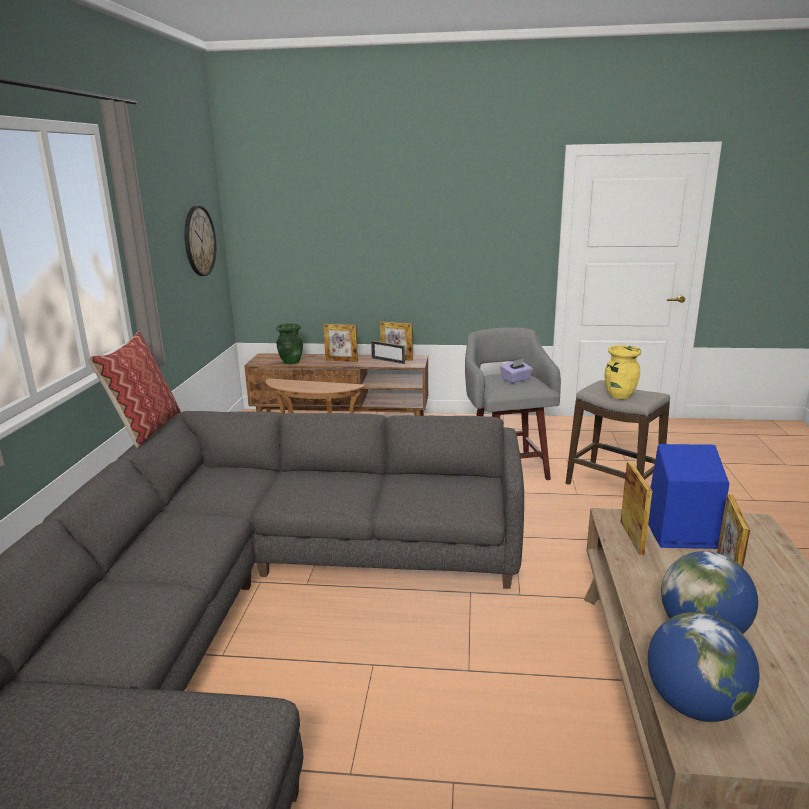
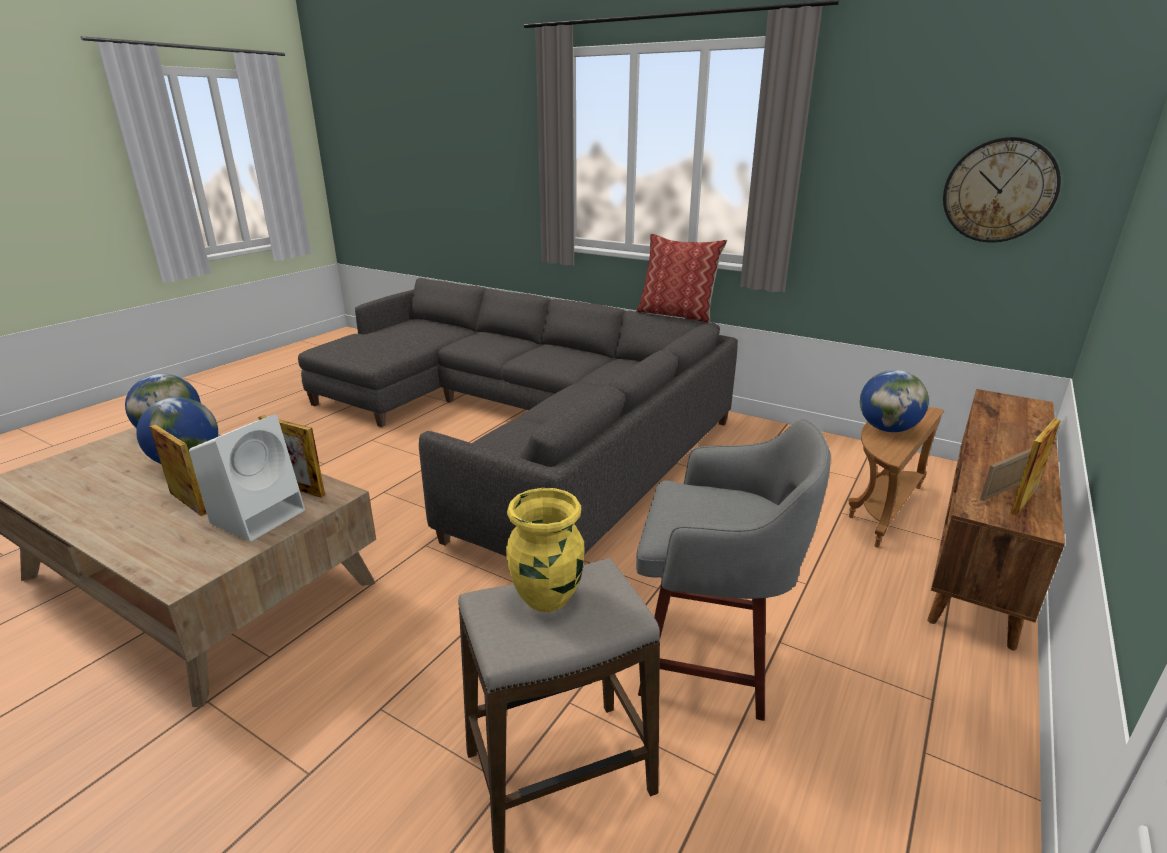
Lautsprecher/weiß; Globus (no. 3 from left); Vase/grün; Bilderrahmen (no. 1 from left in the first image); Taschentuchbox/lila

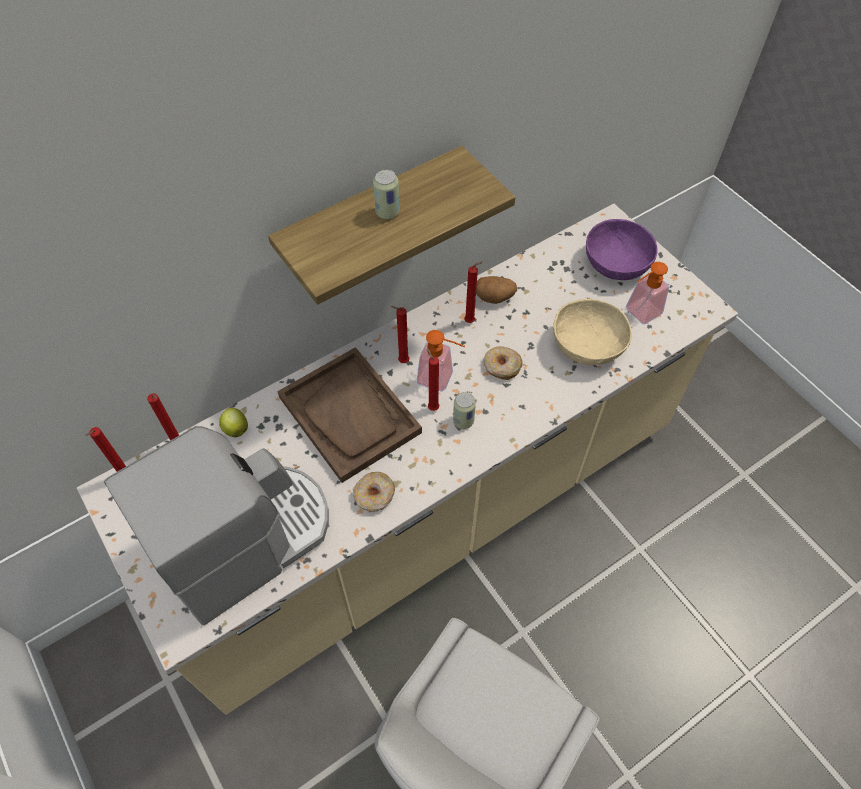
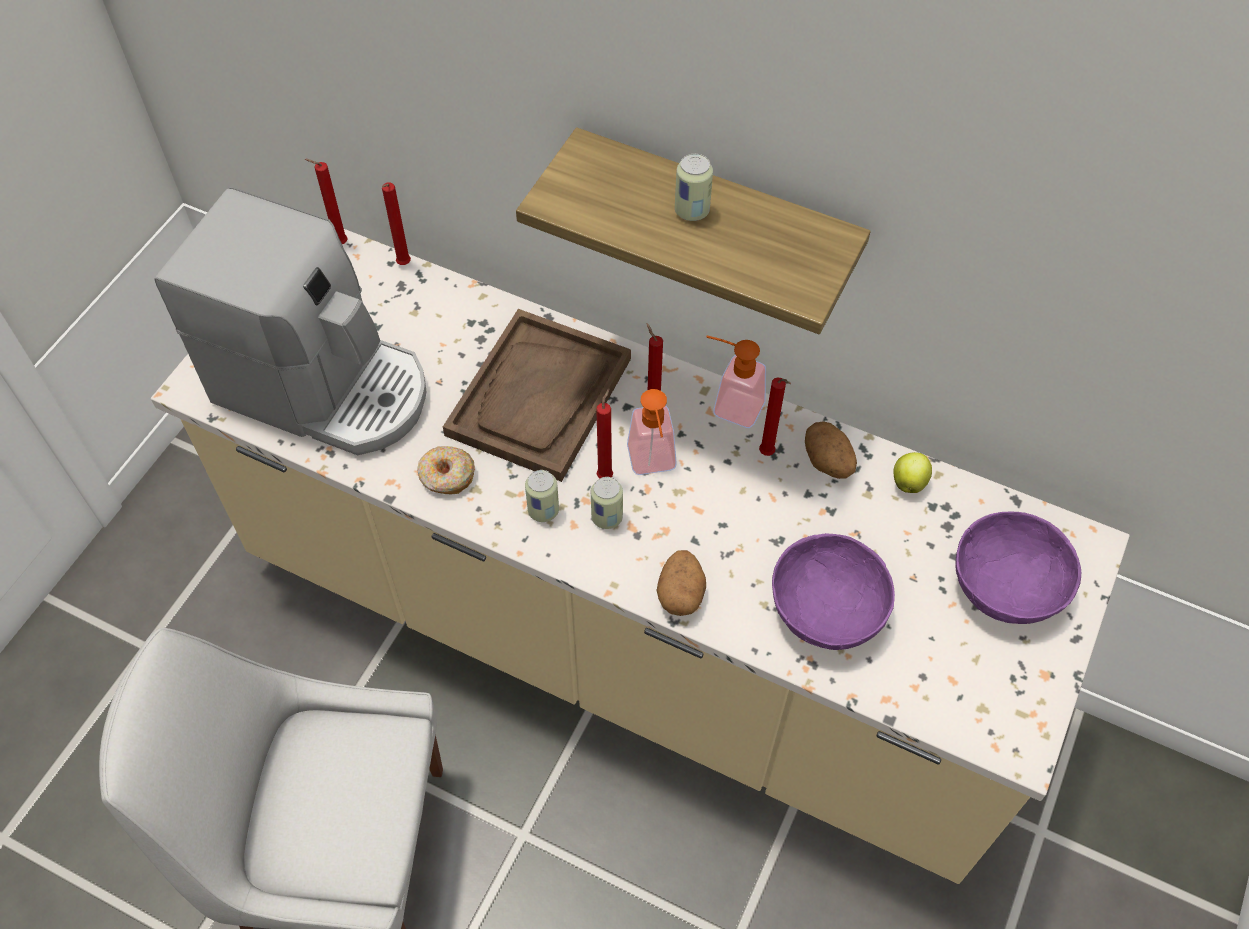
Dose (no. 1 from left); Kartoffel (no. 1 from left); Seifenspender (no. 2 from left); Schüssel/lila (no. 1 from left); Apfel; Donut (no. 2 from left in the first image)

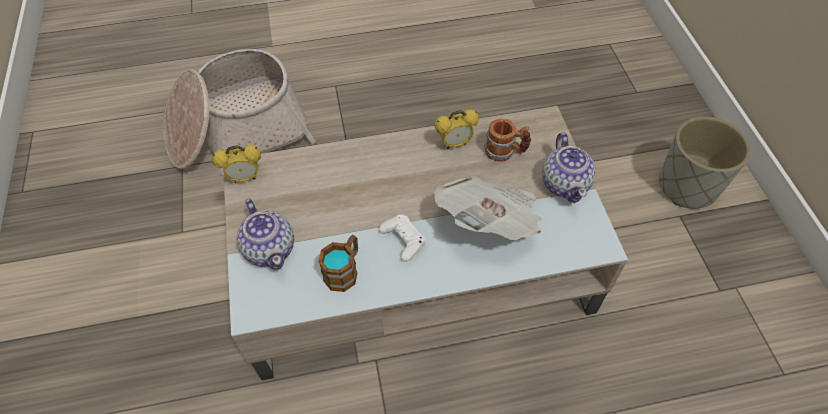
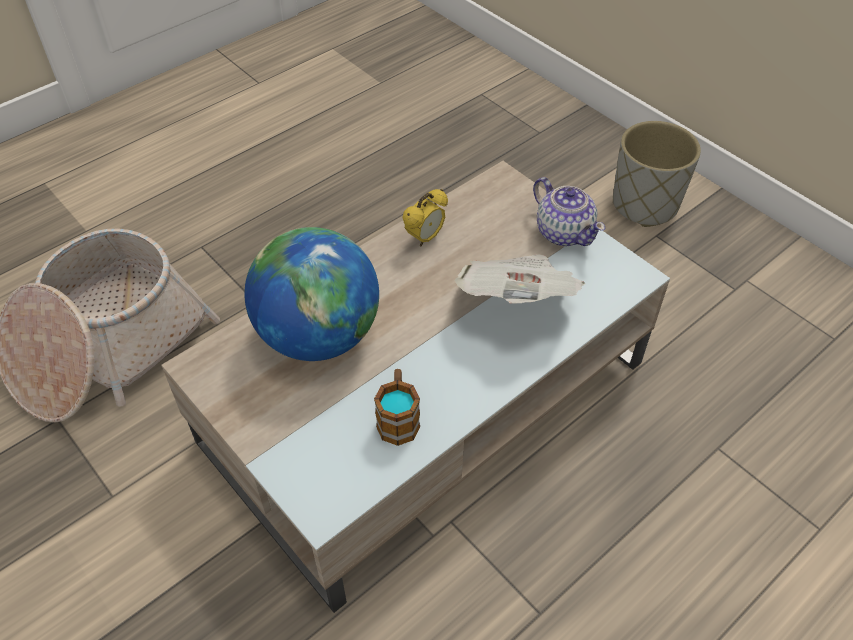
Globus; Wecker (no. 1 from left in the first image); Teekanne (no. 1 from left in the first image); Gamepad/weiß; Henkelbecher (no. 2 from left in the first image)

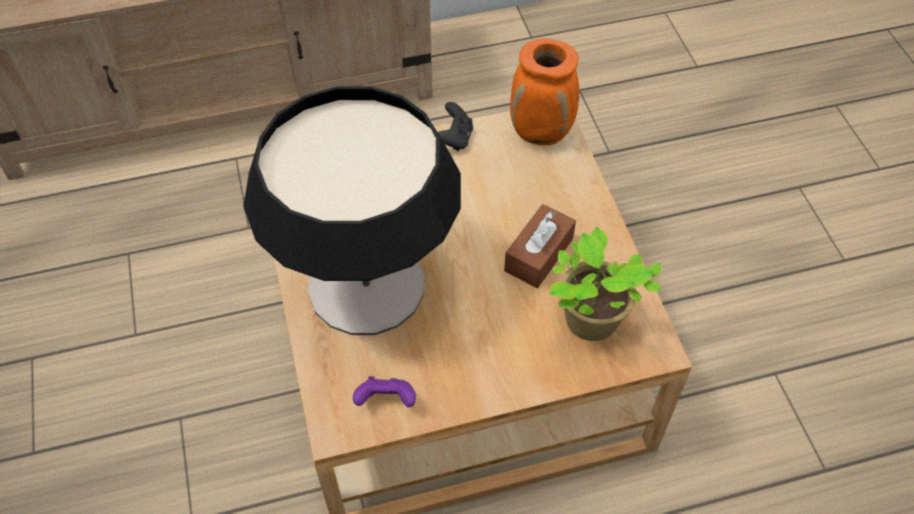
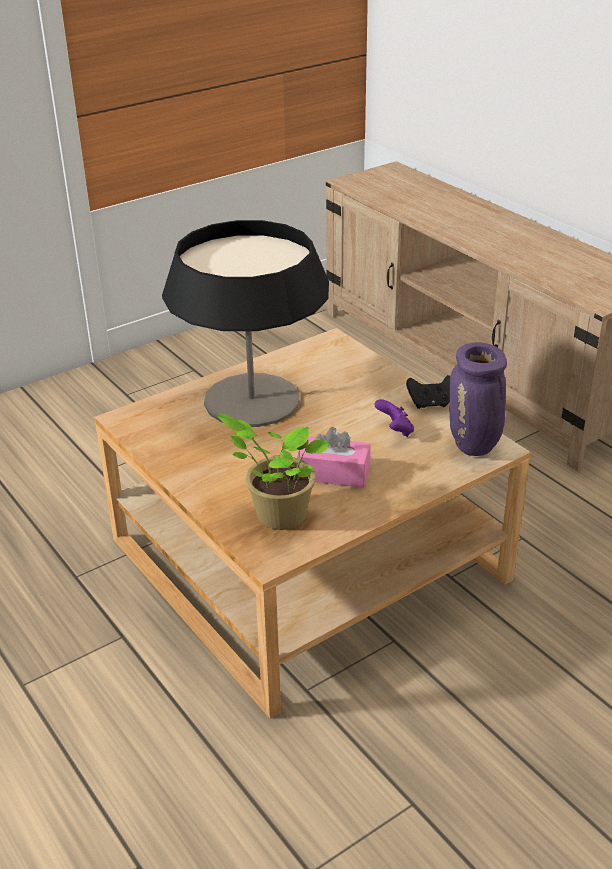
Taschentuchbox/rosa; Gamepad/lila; Vase/lila

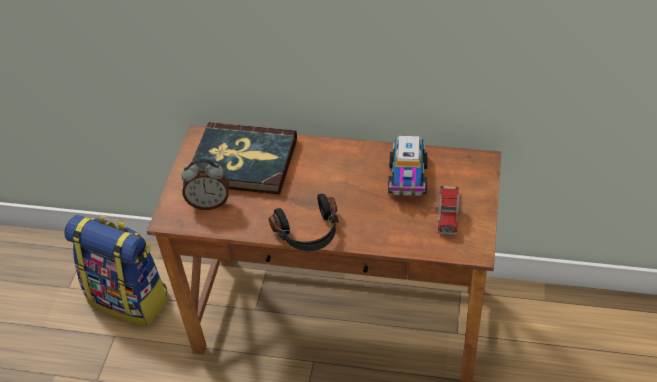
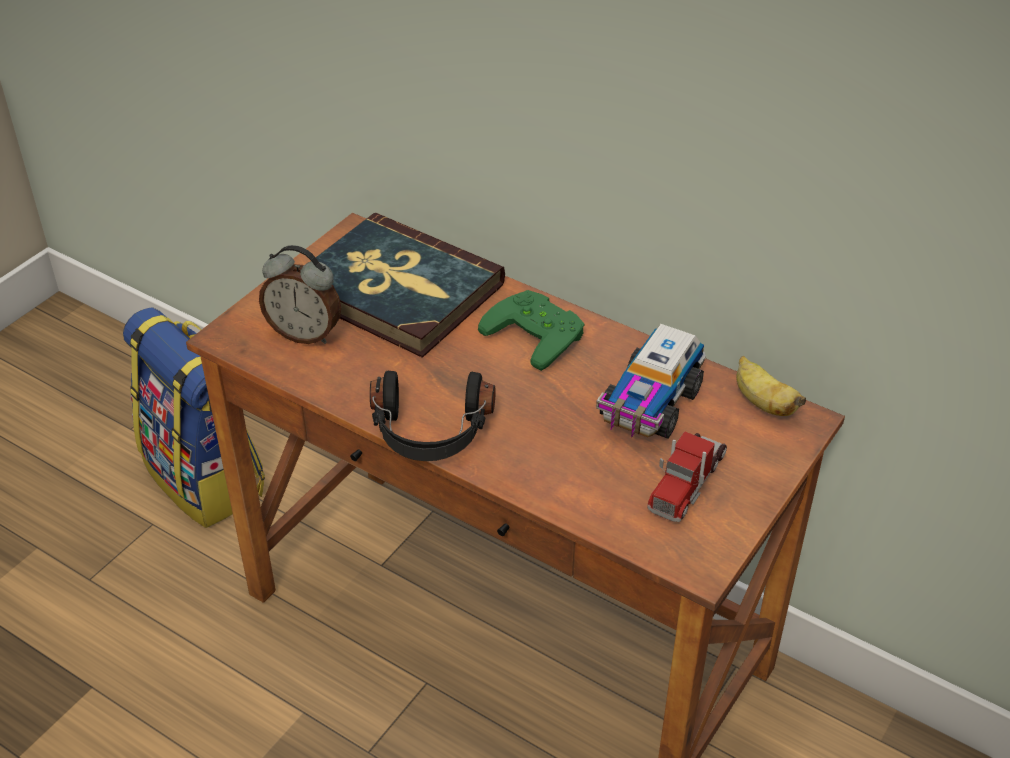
Gamepad/grün; Banane

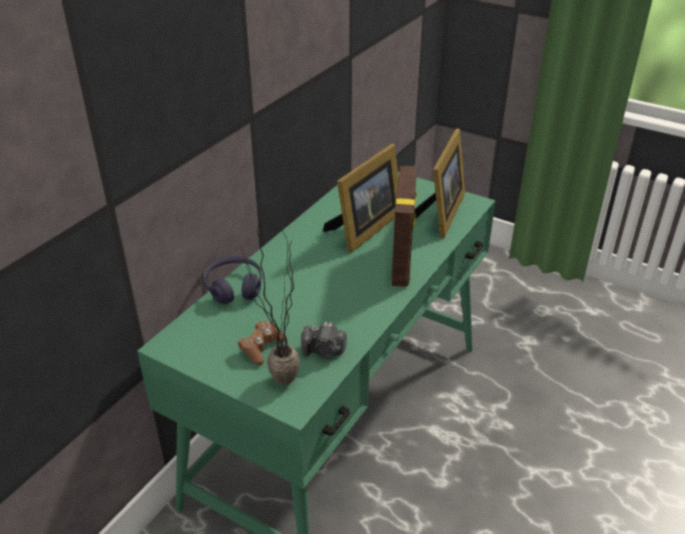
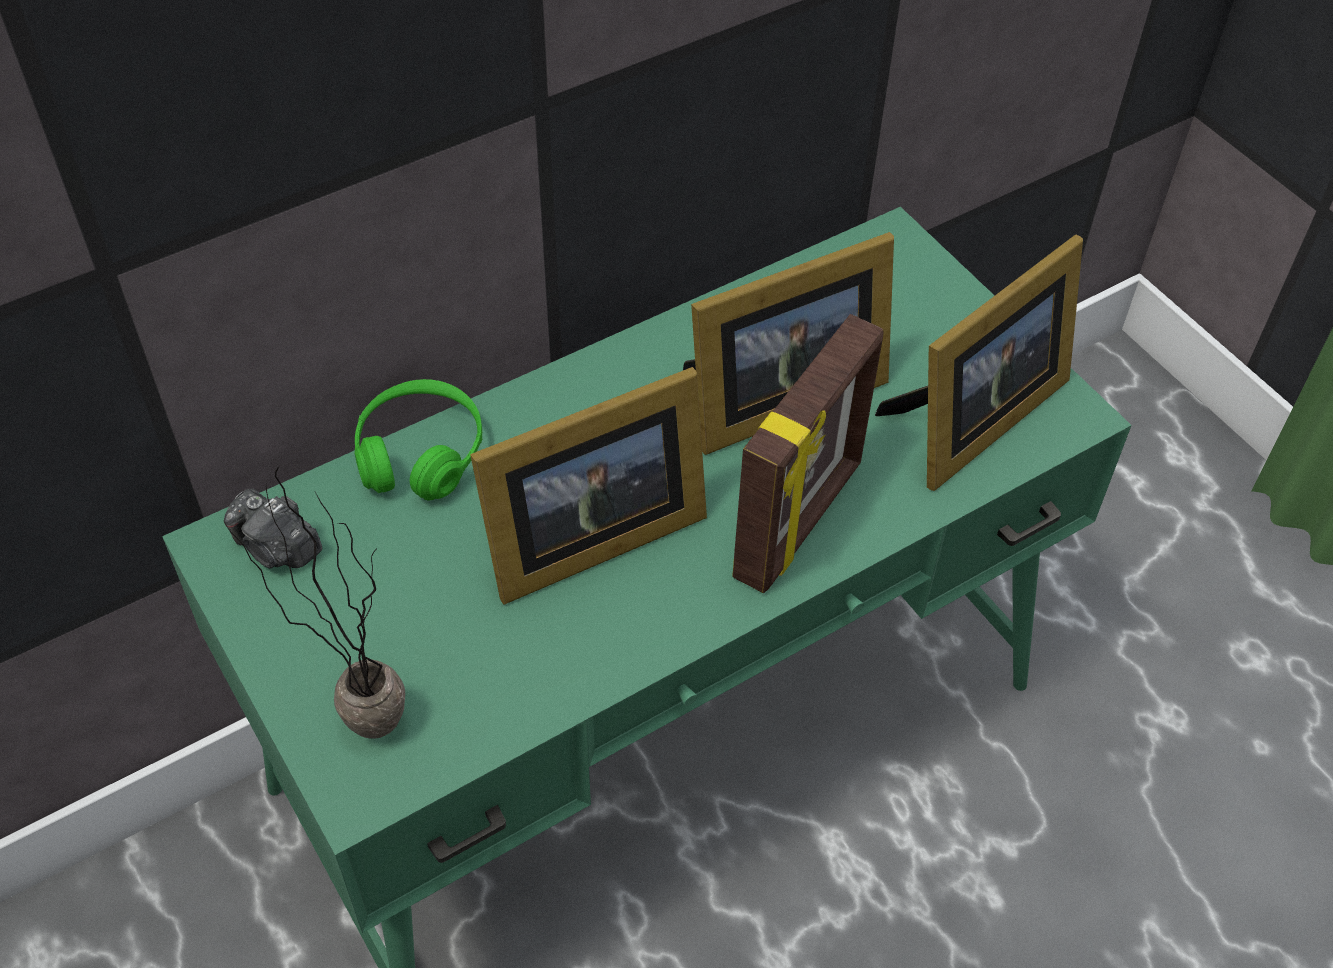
Kamera; Kopfhörer/grün; Bilderrahmen (no. 1 from left); Gamepad/braun

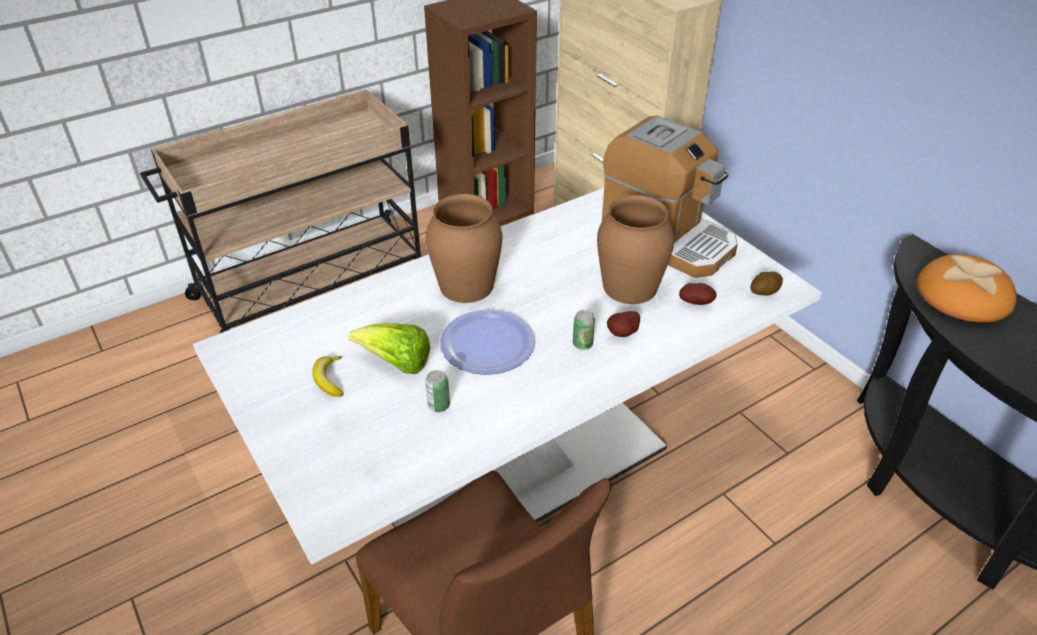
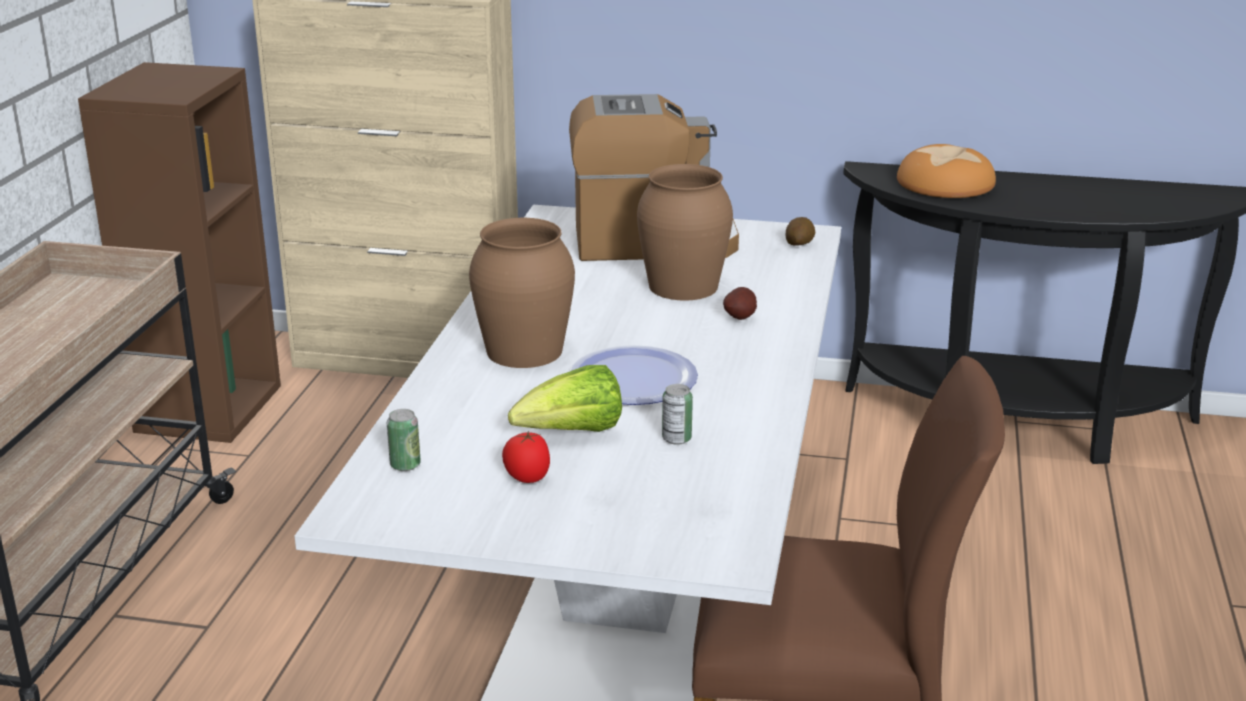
Dose (no. 1 from left); Tomate; Kartoffel (no. 2 from left in the first image)

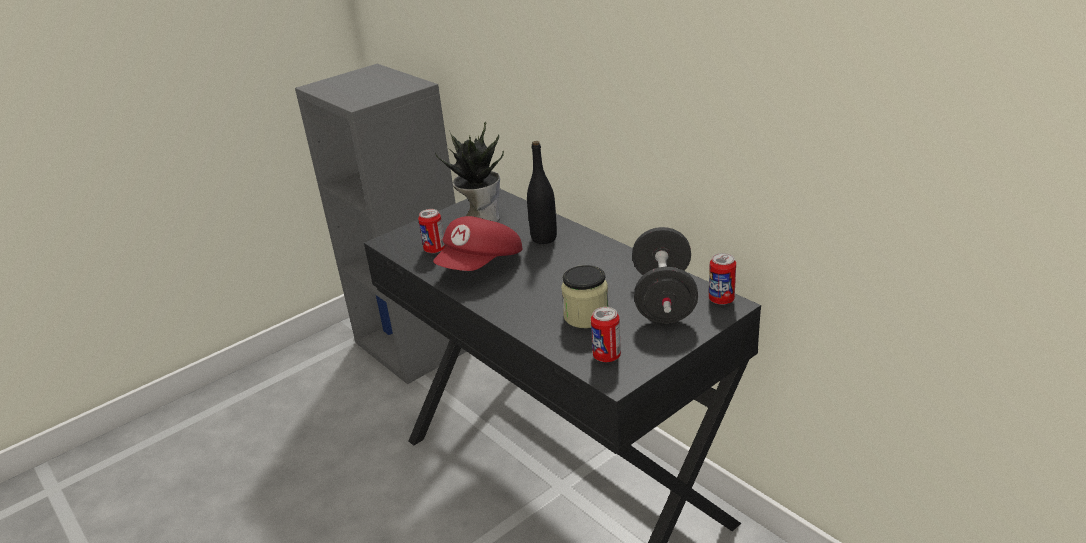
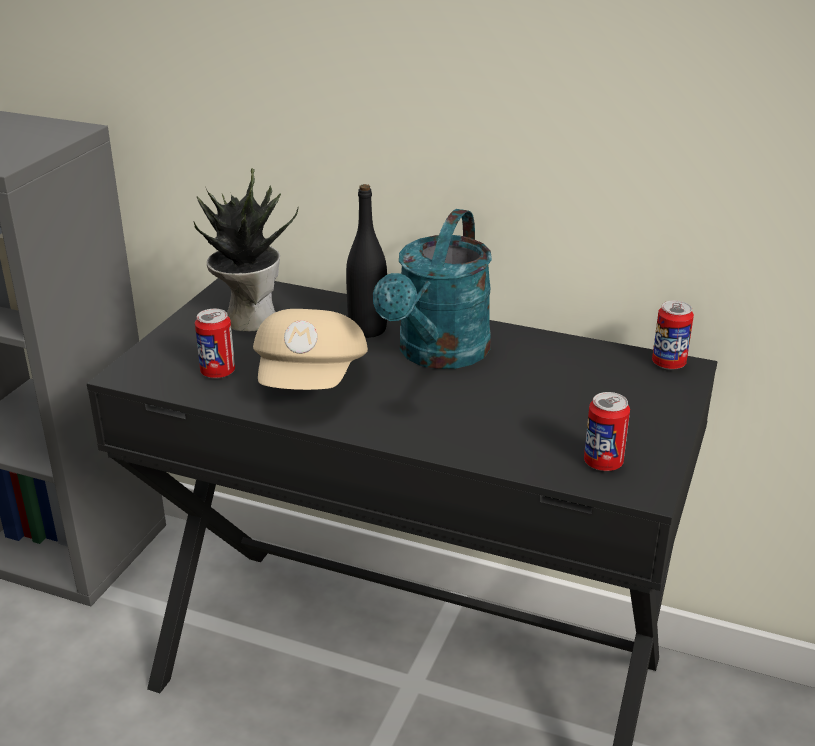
Kappe/beige; Gießkanne/türkis; Vorratsglas; Hantel/schwarz

